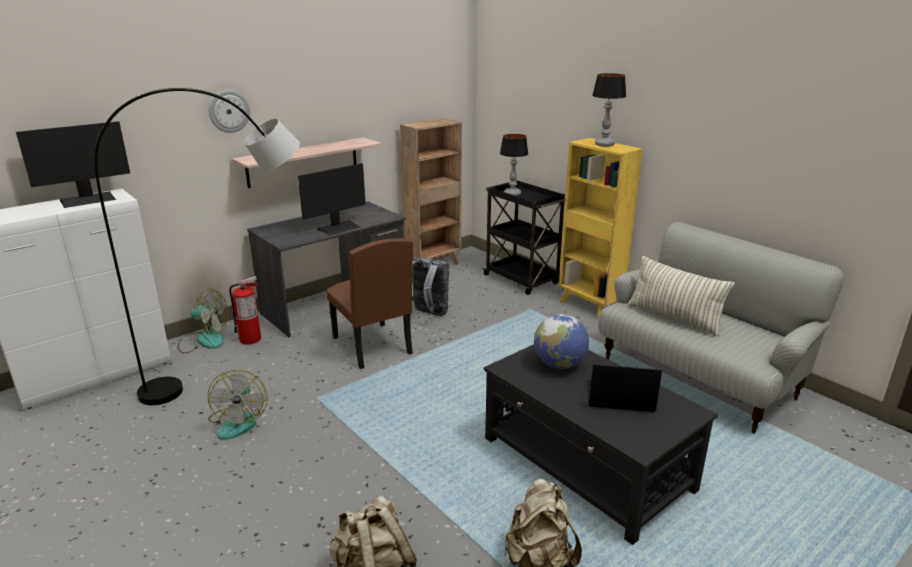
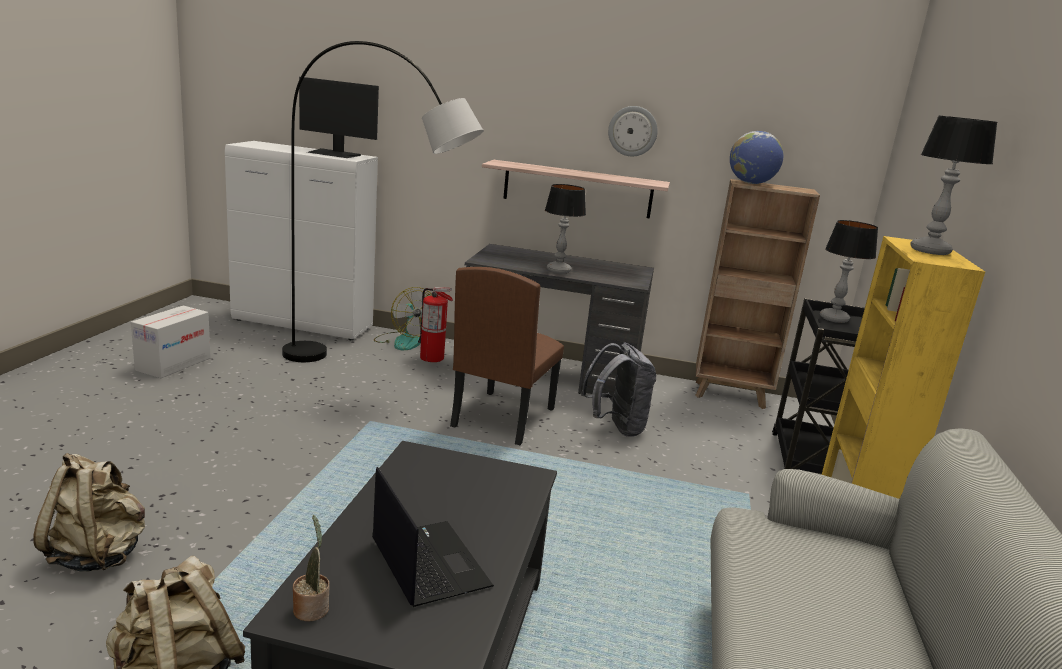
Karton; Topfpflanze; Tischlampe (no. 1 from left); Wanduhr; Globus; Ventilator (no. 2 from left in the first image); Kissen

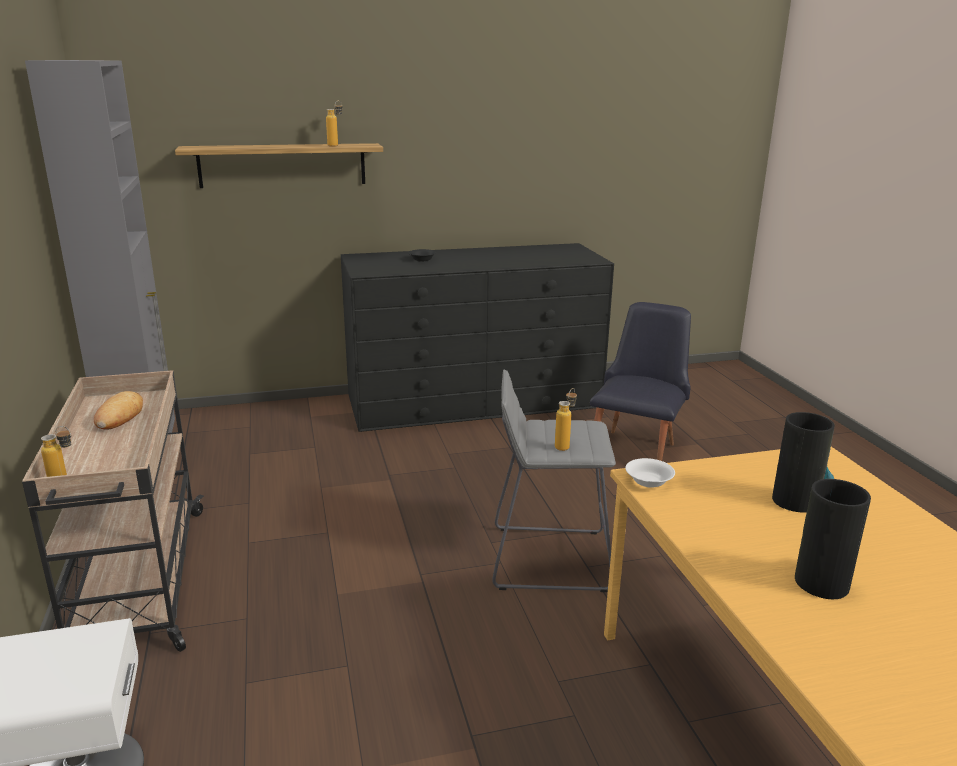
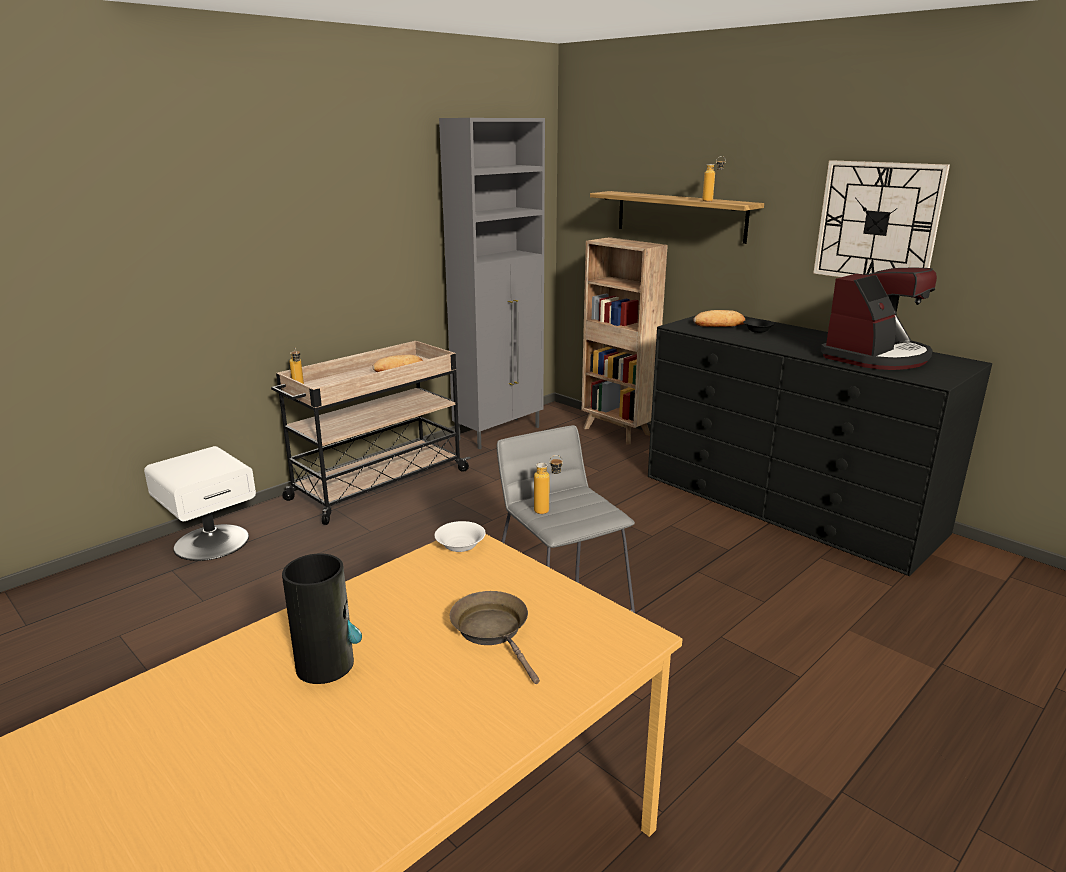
Pfanne/braun; Bücherregal/braun; Brot (no. 2 from left); Wanduhr; Kaffeemaschine; Stuhl/schwarz

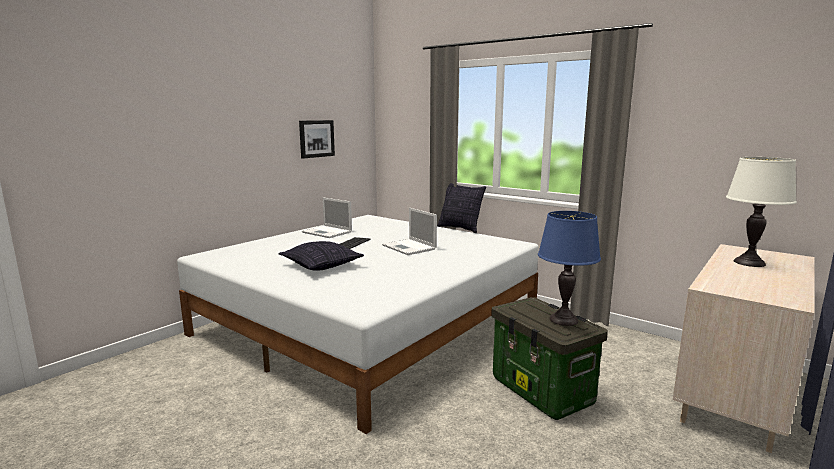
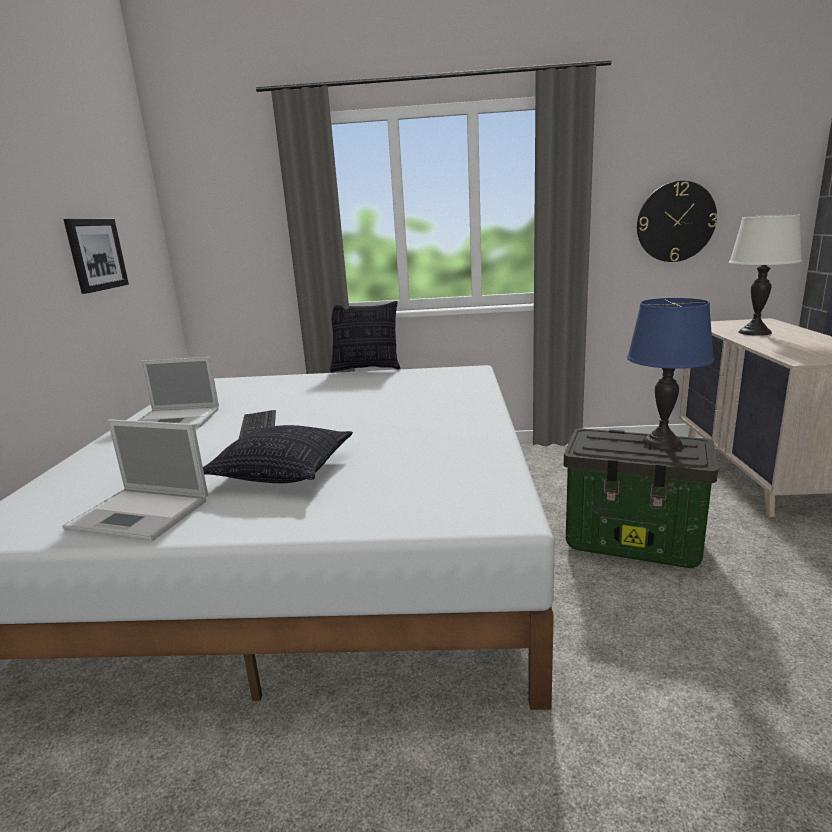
Laptop (no. 1 from left); Wanduhr

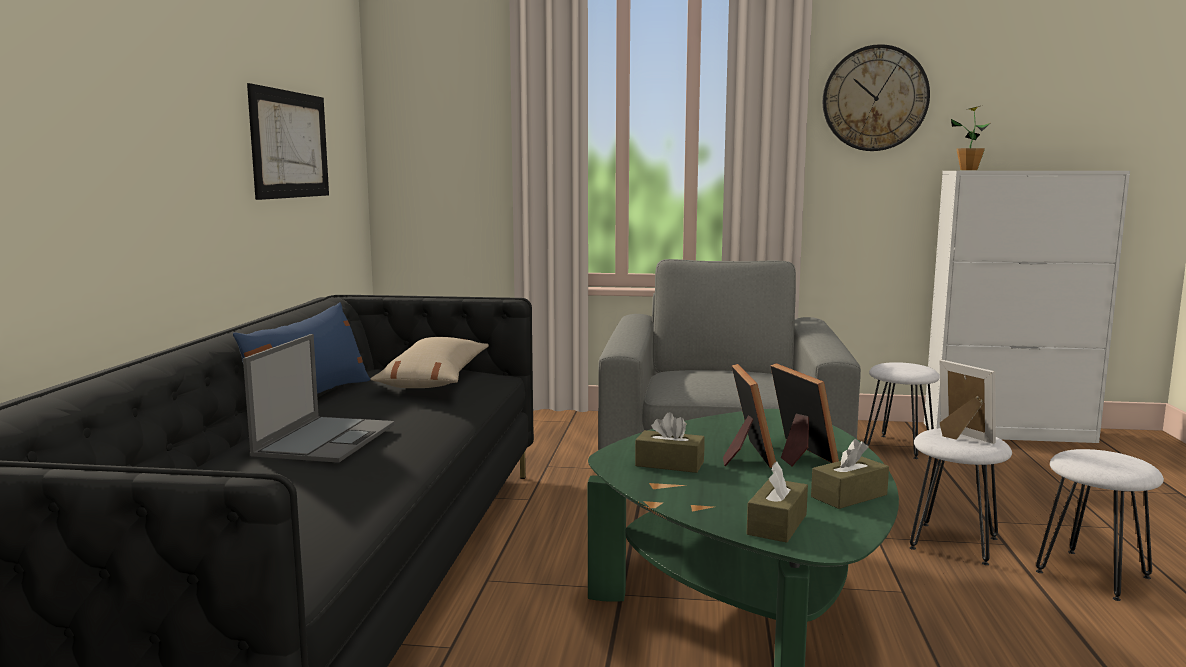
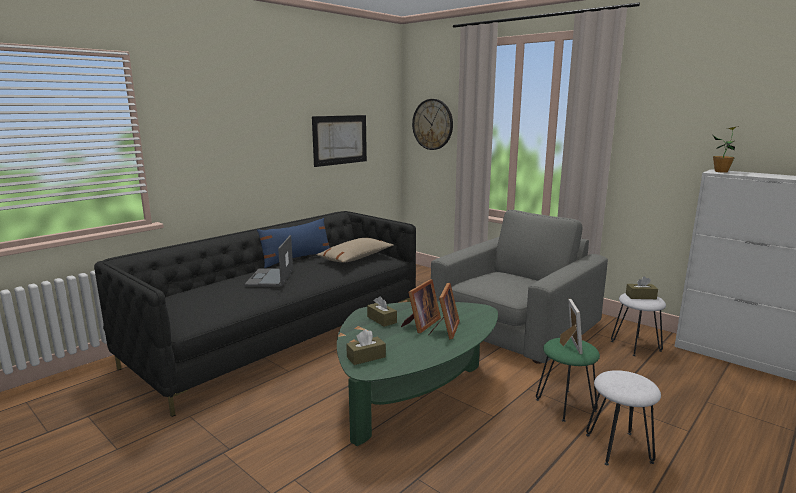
Laptop; Wanduhr; Hocker/grün; Taschentuchbox/braun (no. 3 from left)

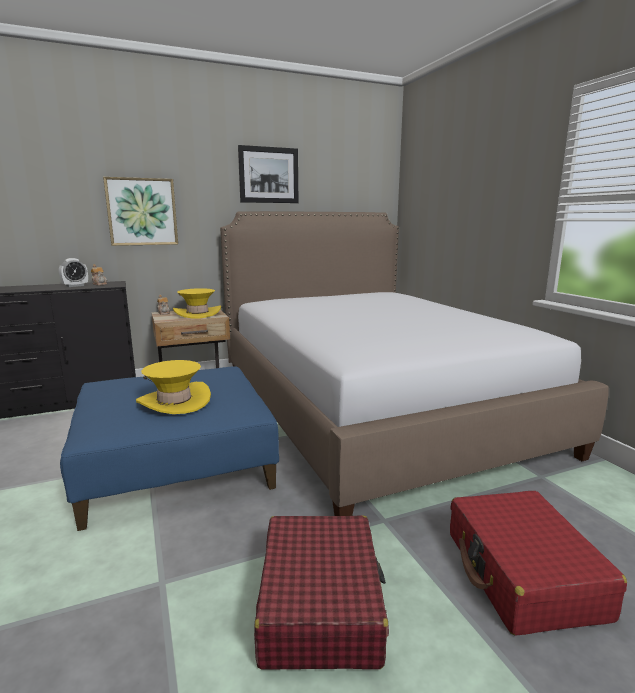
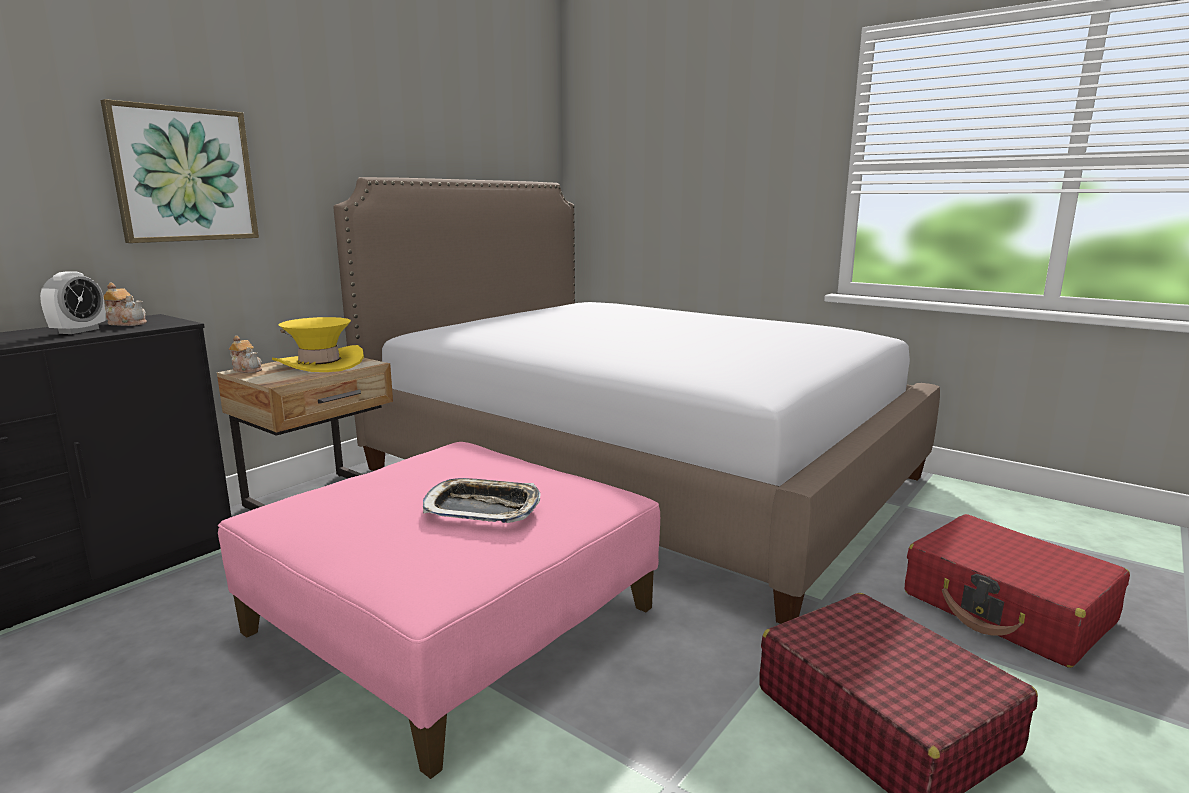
Polsterhocker/rosa; Tablett; Bild (no. 2 from left in the first image)

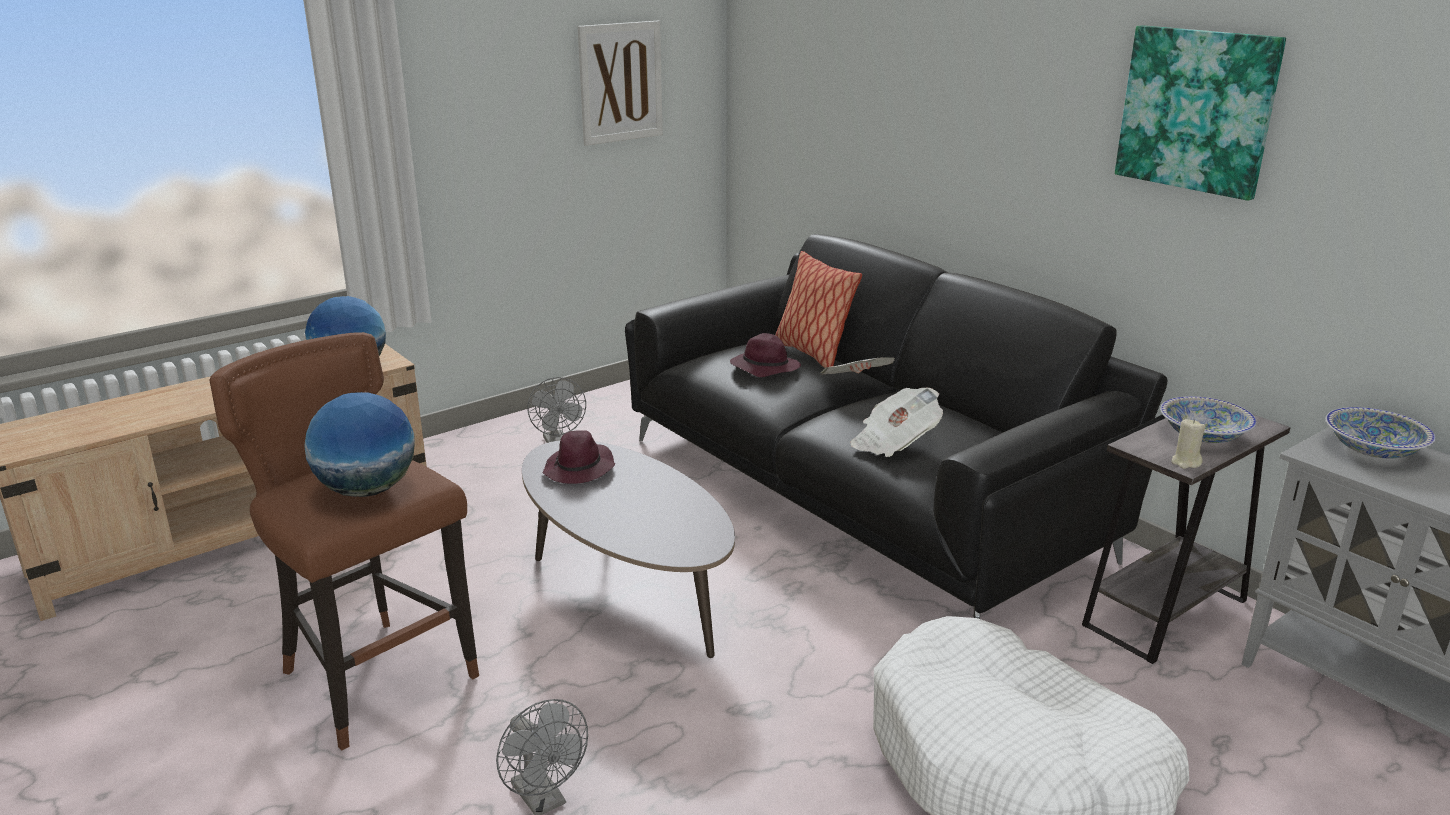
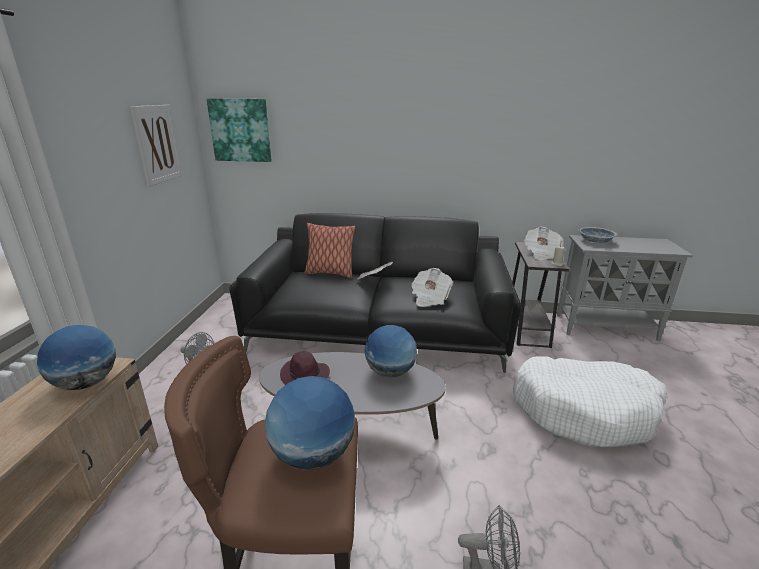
Bild (no. 2 from left); Globus (no. 3 from left); Zeitung (no. 3 from left); Hut/lila (no. 2 from left in the first image)

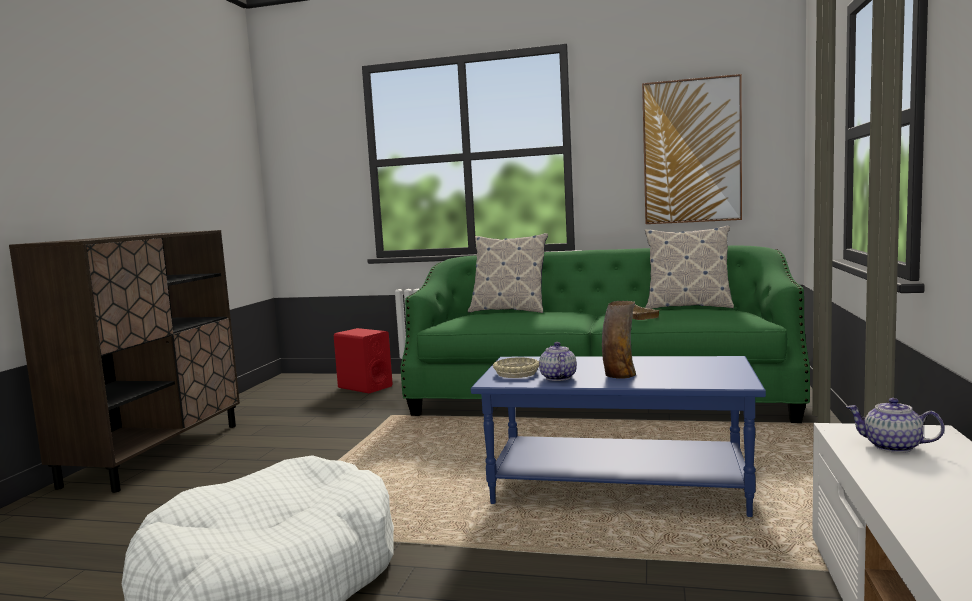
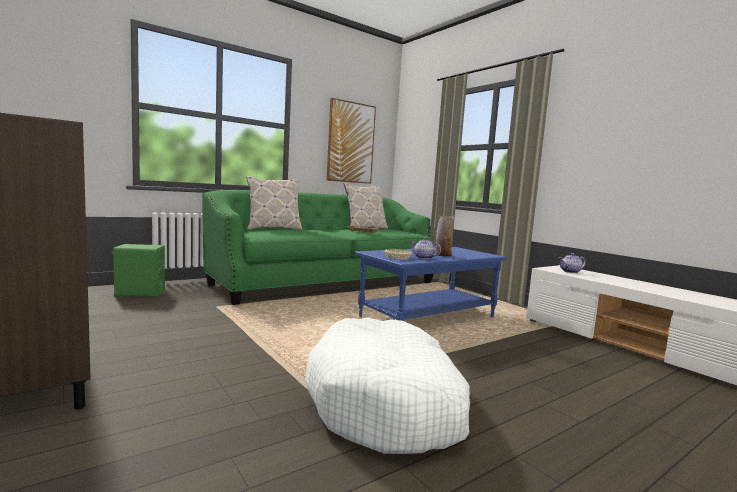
Lautsprecher/grün

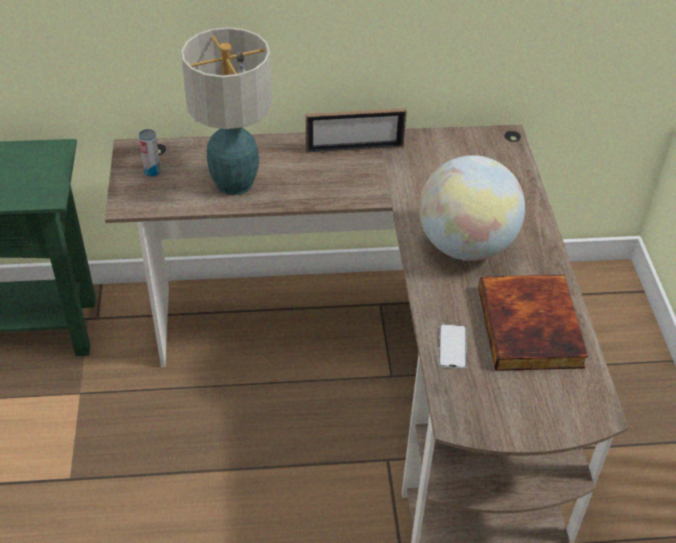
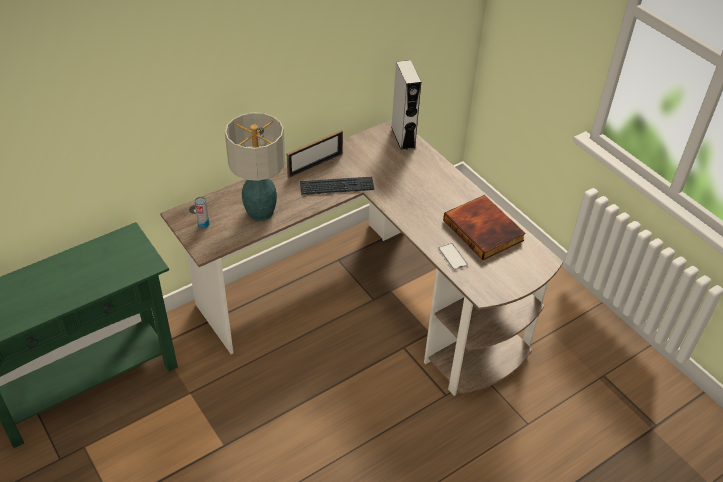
Tastatur; Lautsprecher/grau; Globus

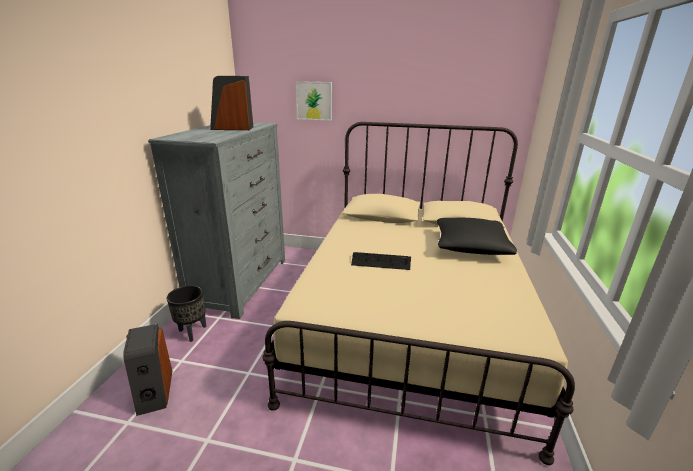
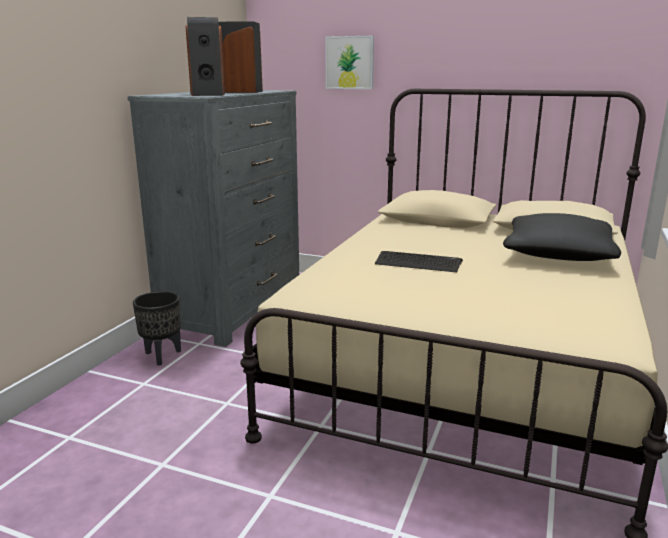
Lautsprecher (no. 1 from left)

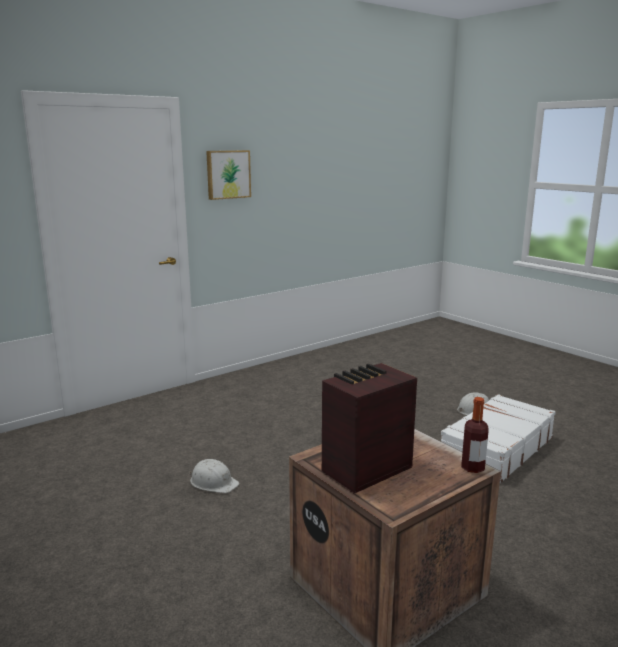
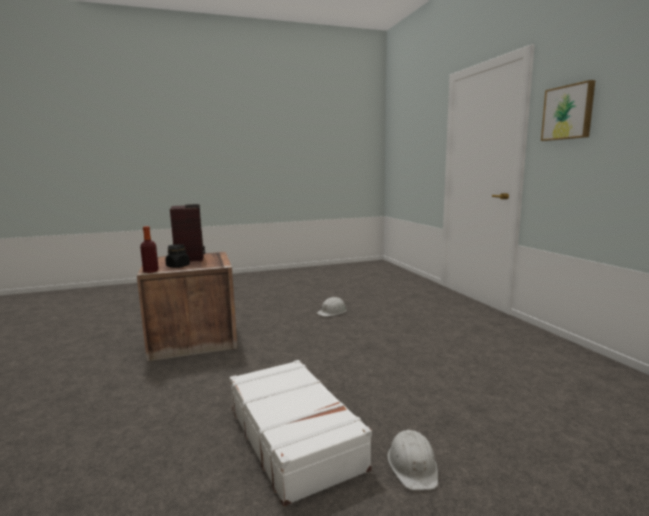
Vorratsglas/schwarz

